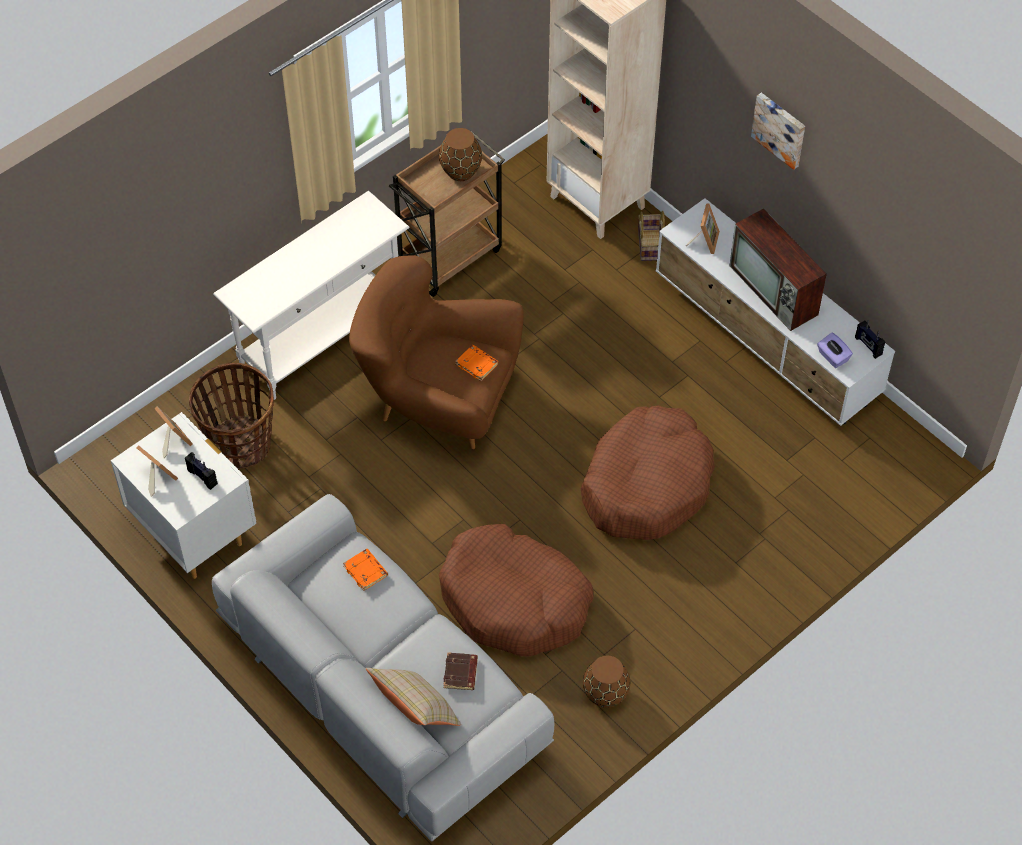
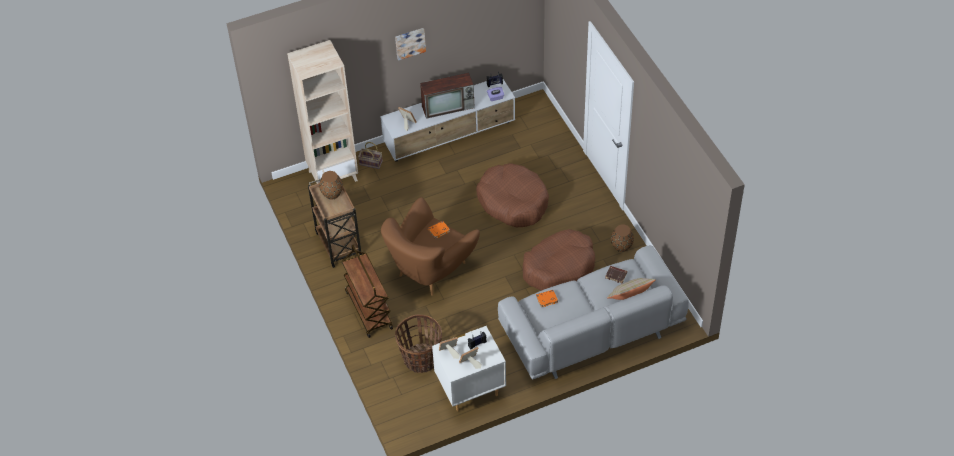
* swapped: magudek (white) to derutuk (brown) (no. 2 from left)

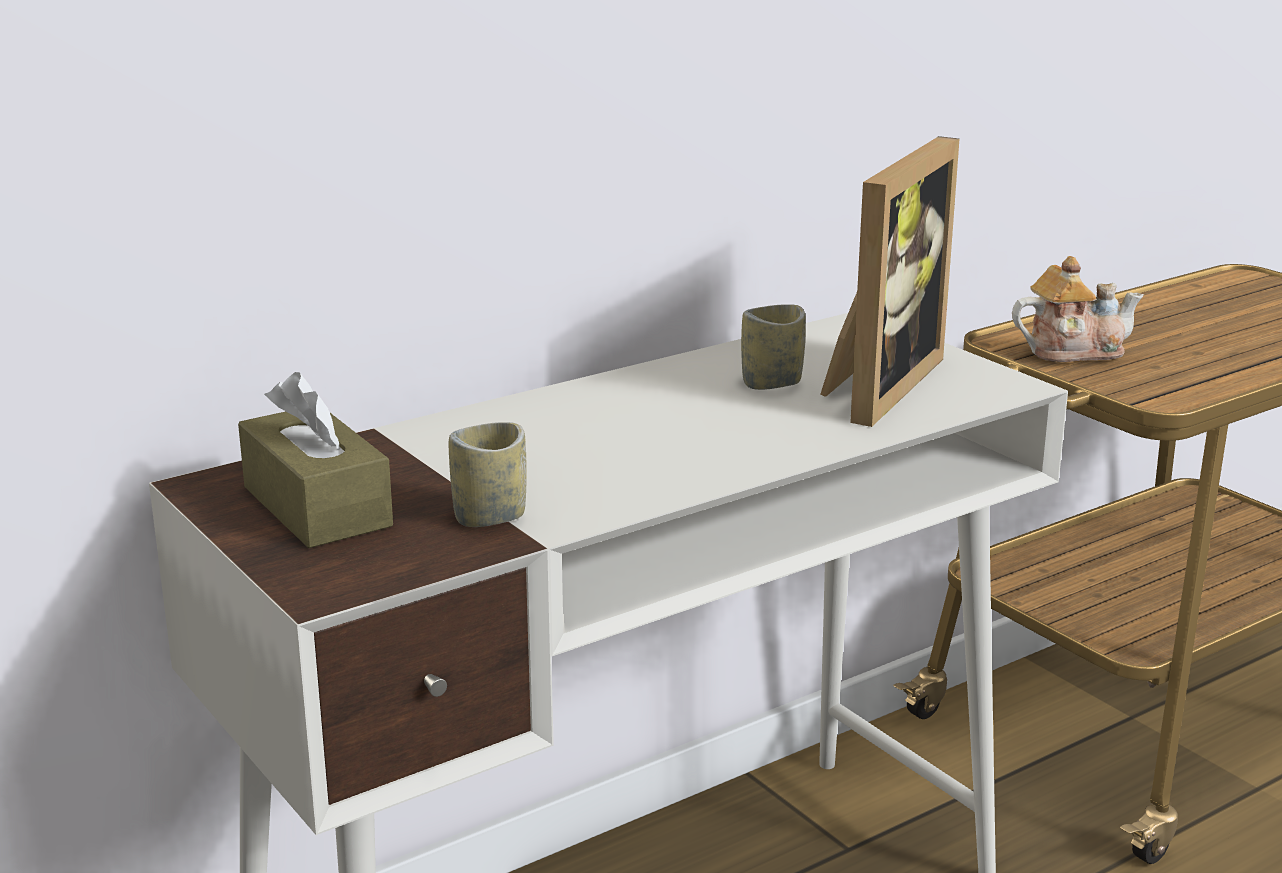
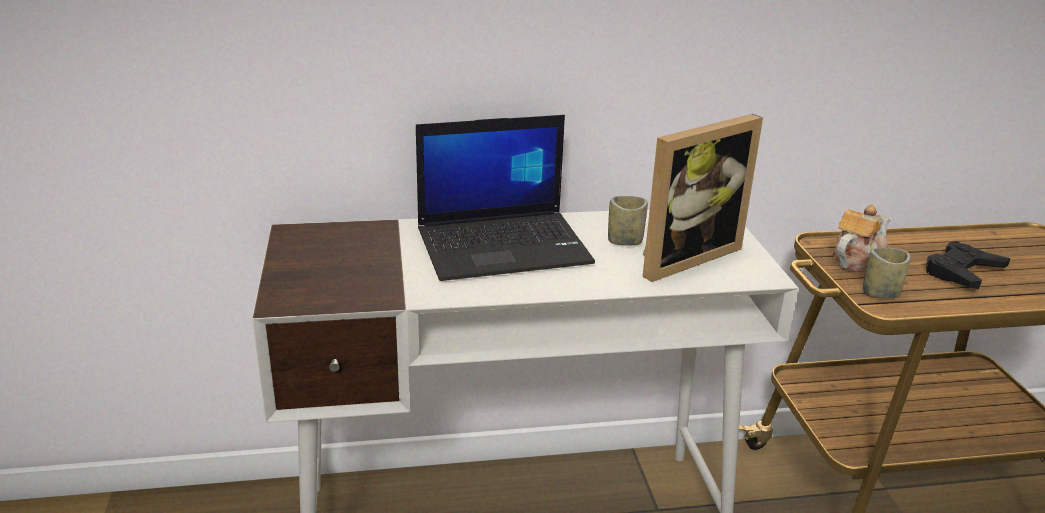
* new: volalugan
* rotated: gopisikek 60 degrees counterclockwise
* shifted: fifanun (no. 1 from left in the first image) to fifanun (no. 2 from left)
* new: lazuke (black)
* gone: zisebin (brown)

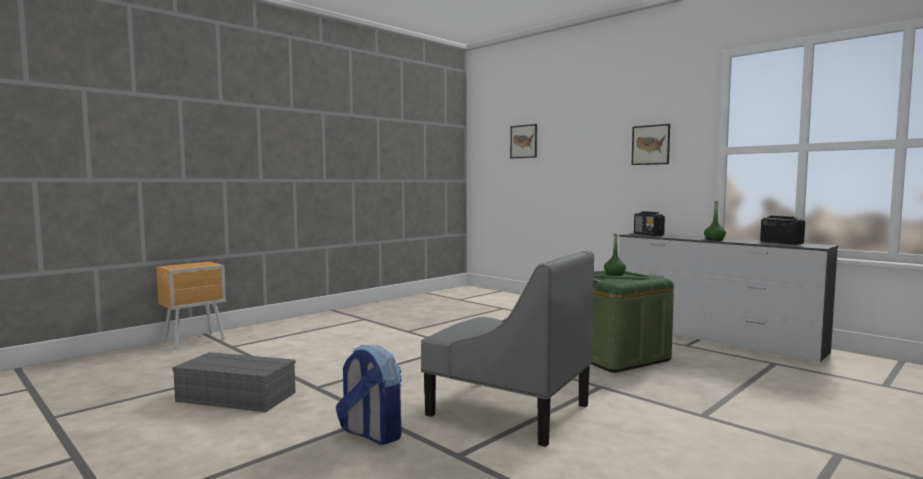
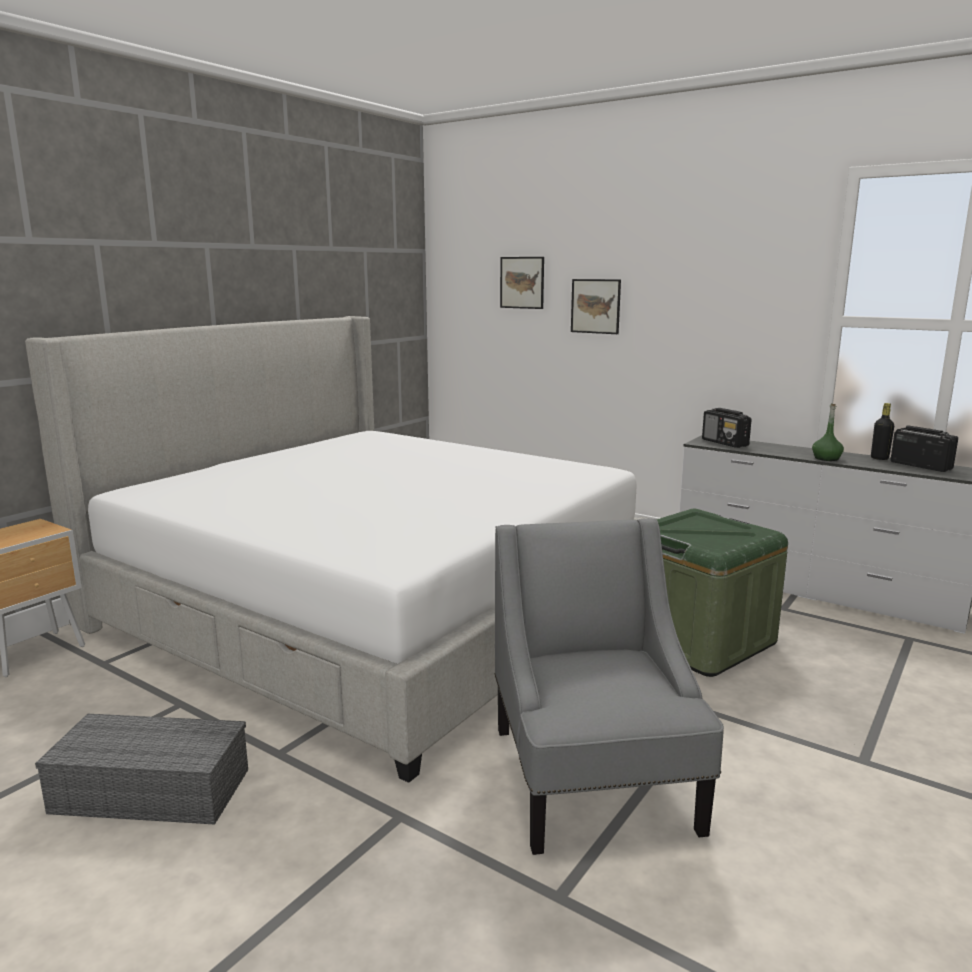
* new: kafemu
* rotated: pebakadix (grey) 120 degrees counterclockwise
* shifted: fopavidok (no. 2 from left)
* new: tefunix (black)
* gone: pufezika
* gone: tefunix (green) (no. 1 from left)

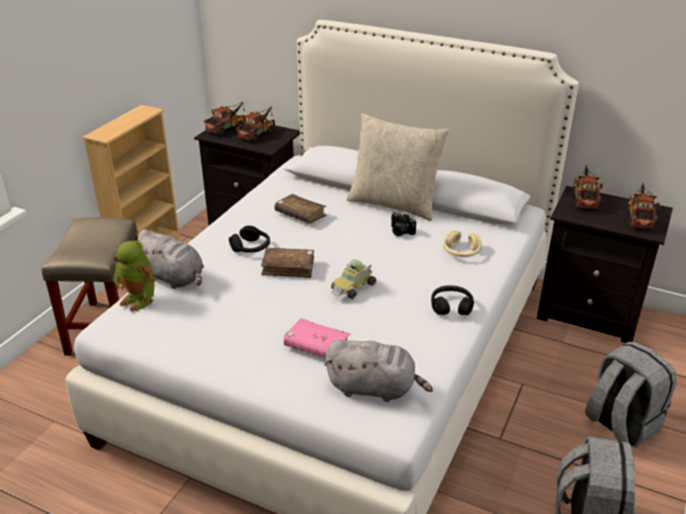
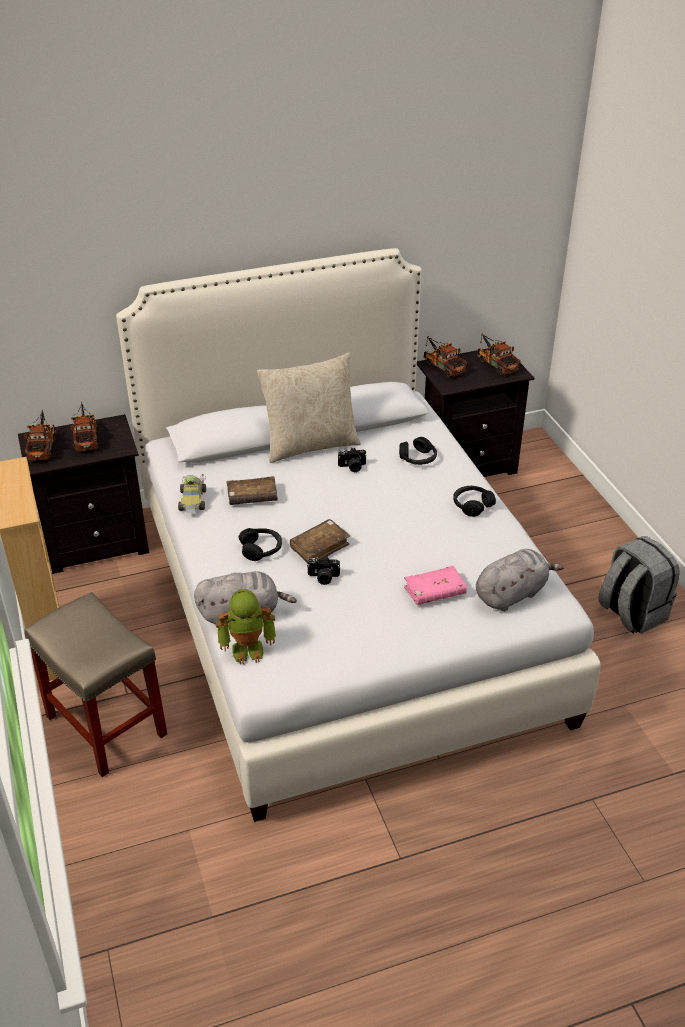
* shifted: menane
* new: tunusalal (no. 1 from left)
* repainted: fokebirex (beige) to fokebirex (black) (no. 2 from left)
* gone: pufezika (grey) (no. 2 from left)

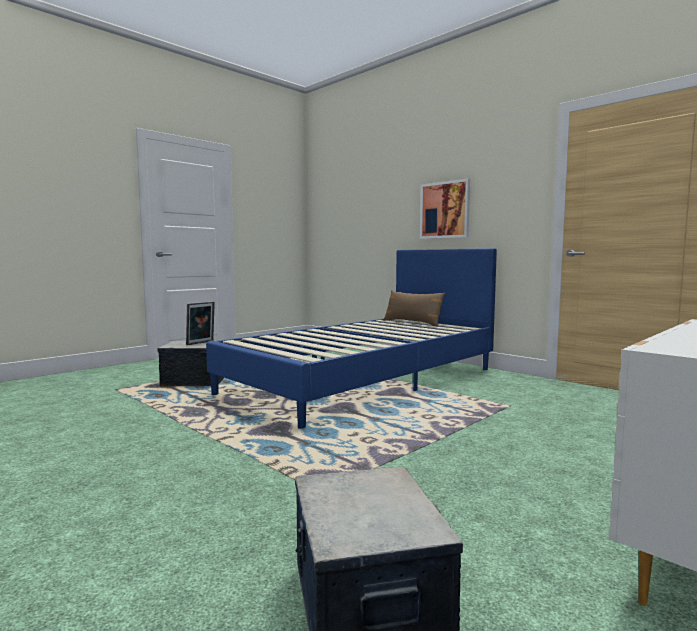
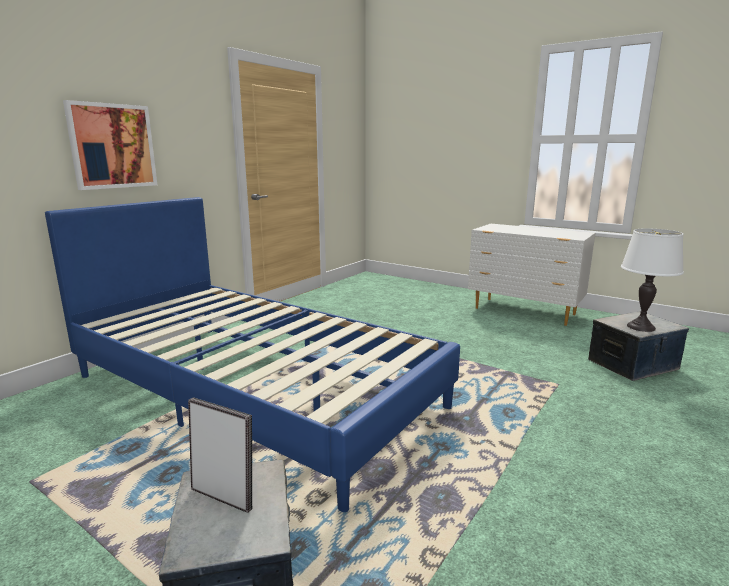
* new: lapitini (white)
* gone: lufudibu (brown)

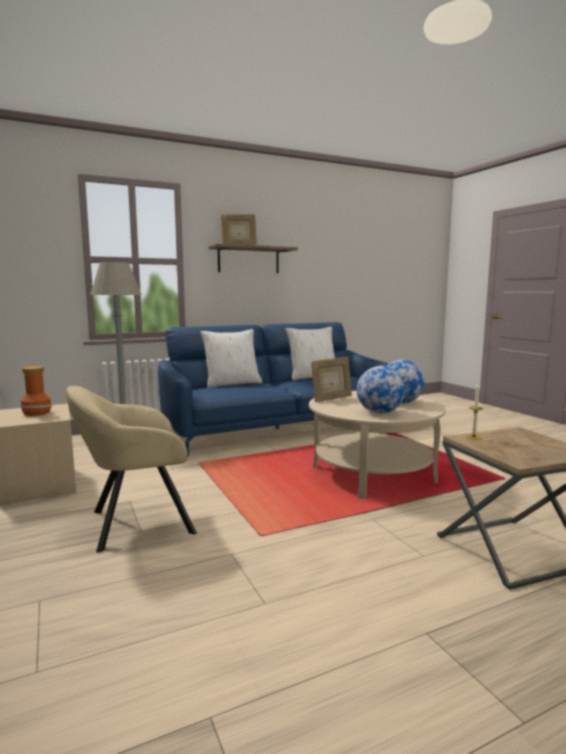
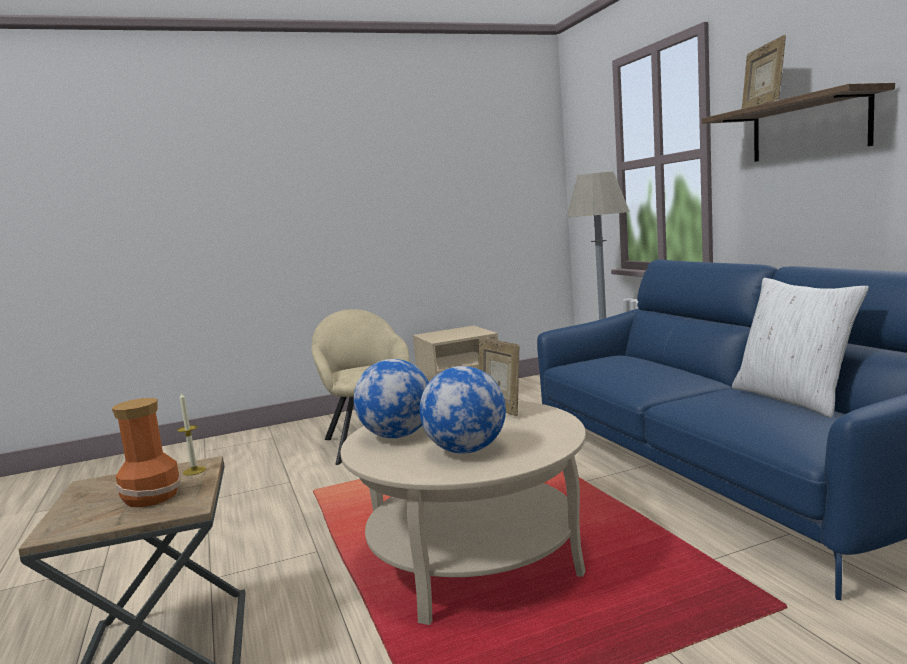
* shifted: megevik
* gone: lufudibu (white) (no. 1 from left)

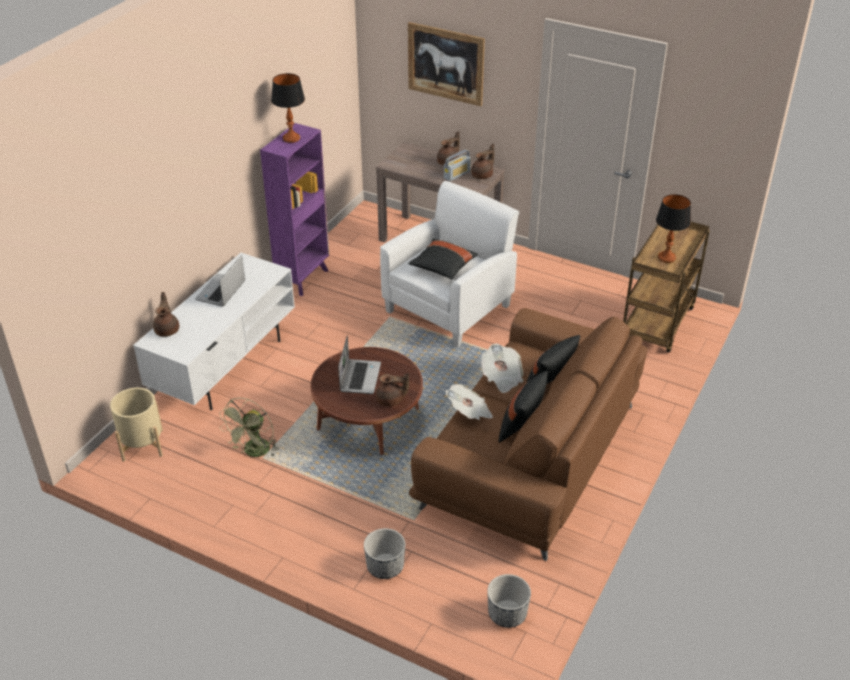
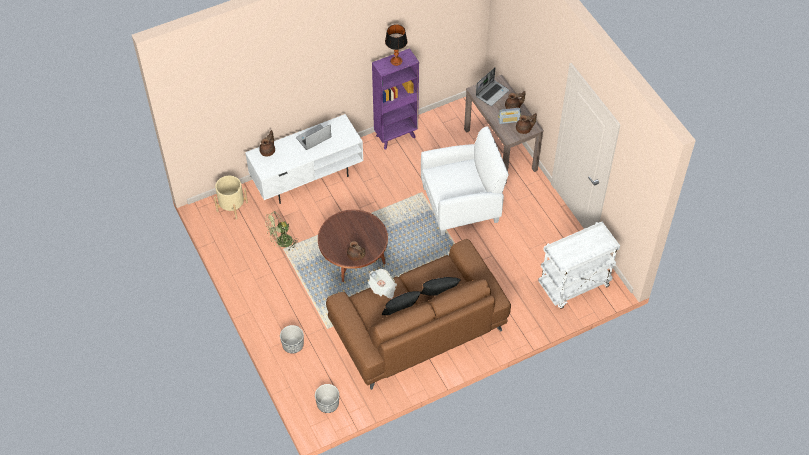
* shifted: volalugan (no. 2 from left)
* repainted: derutuk (brown) to derutuk (white)
* gone: fopavidok
* gone: lufudibu (black) (no. 1 from left)
* gone: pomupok (no. 2 from left)
* gone: lapitini (no. 2 from left)

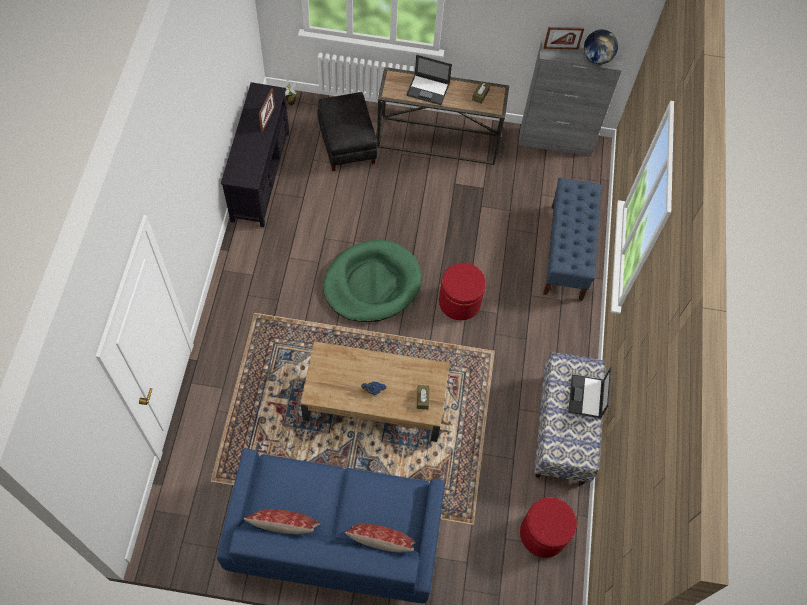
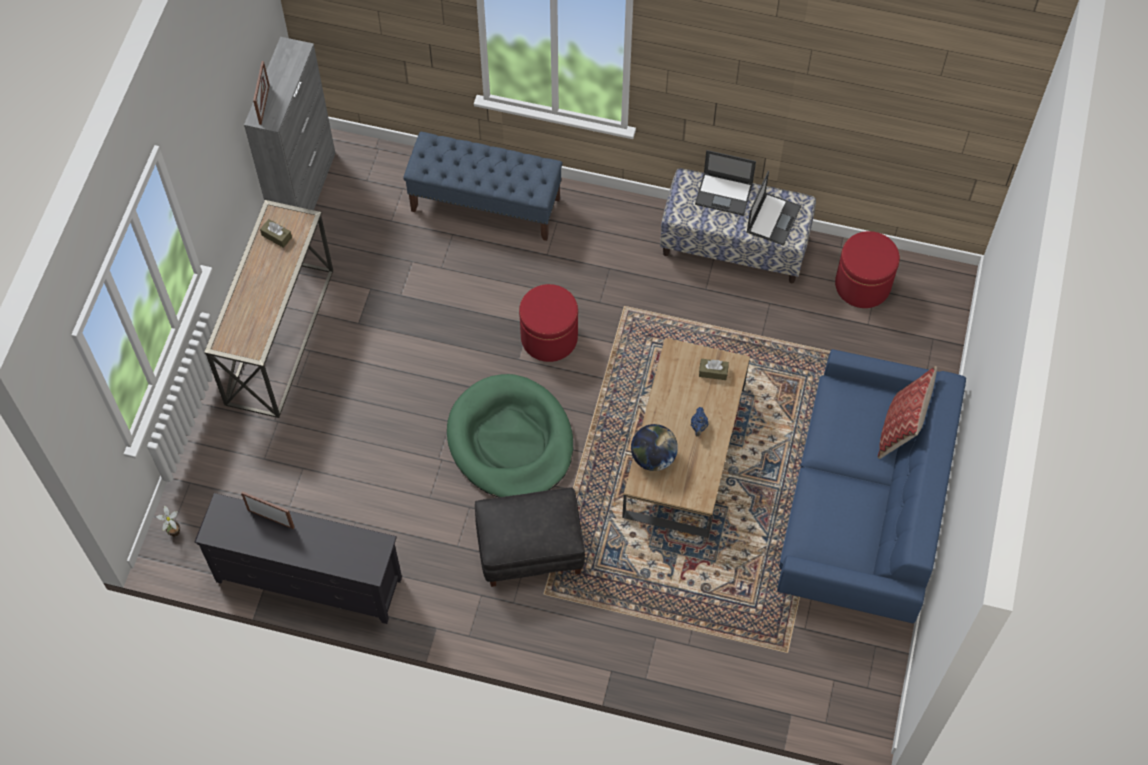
* shifted: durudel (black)
* shifted: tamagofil
* shifted: volalugan (no. 1 from left in the first image) to volalugan (no. 2 from left)
* gone: lufudibu (no. 1 from left)

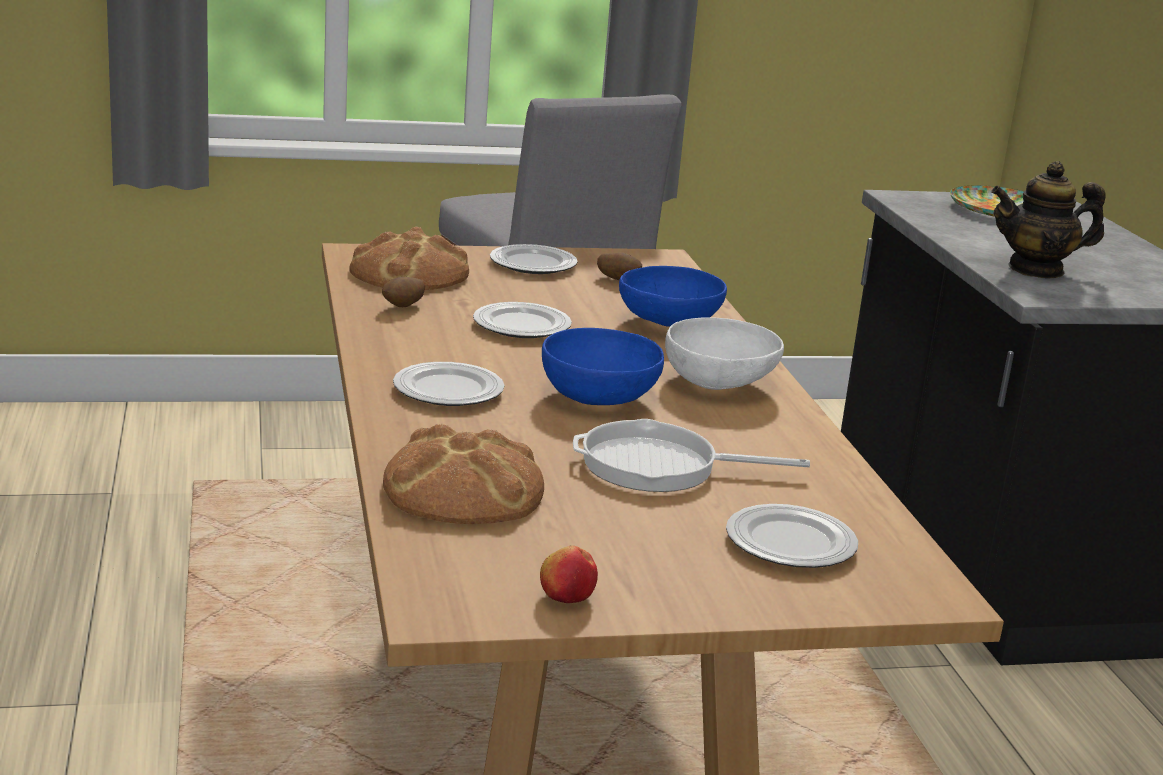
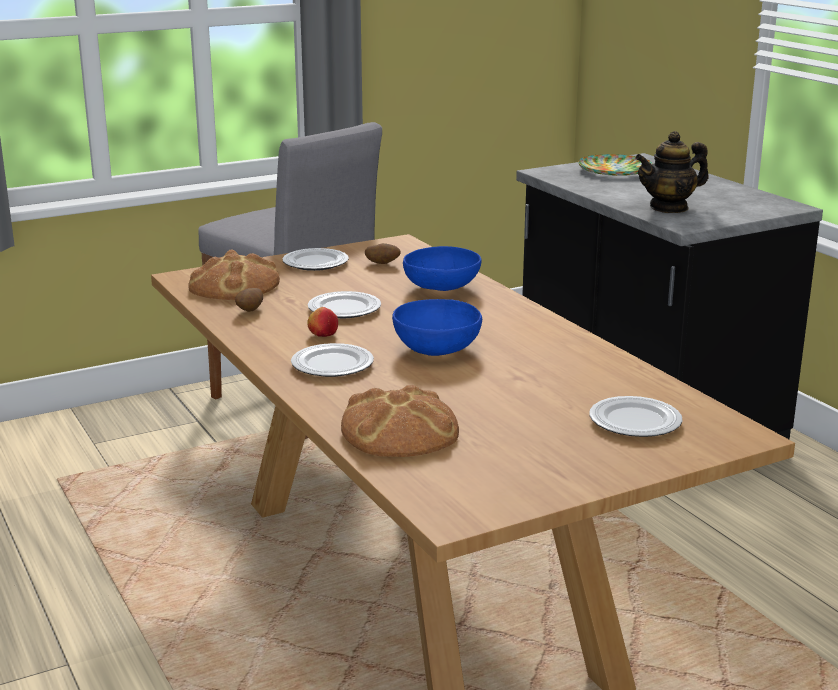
* shifted: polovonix
* gone: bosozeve
* gone: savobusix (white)

